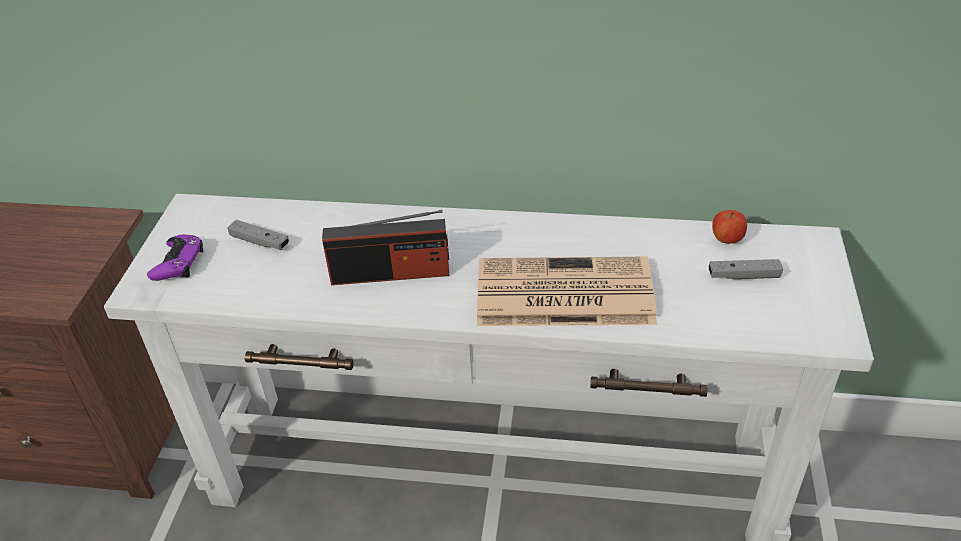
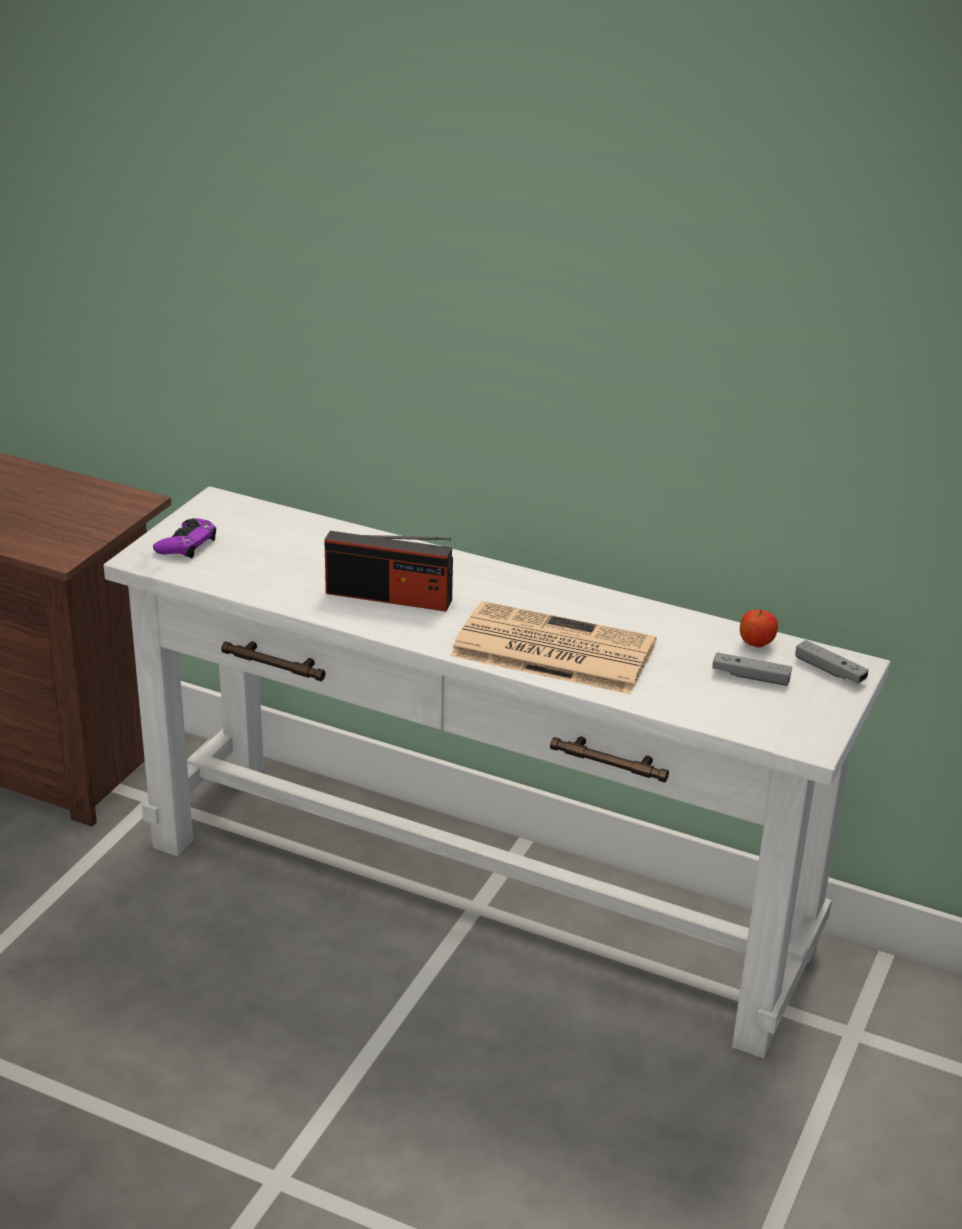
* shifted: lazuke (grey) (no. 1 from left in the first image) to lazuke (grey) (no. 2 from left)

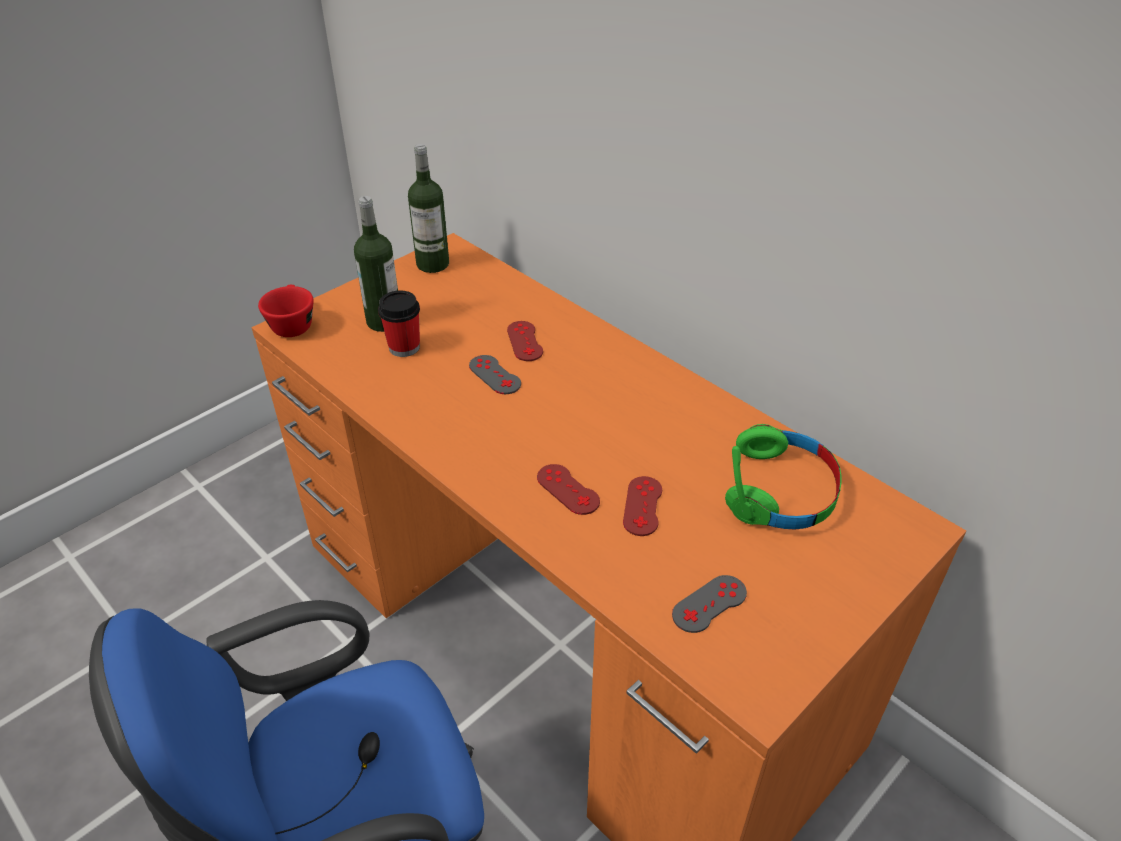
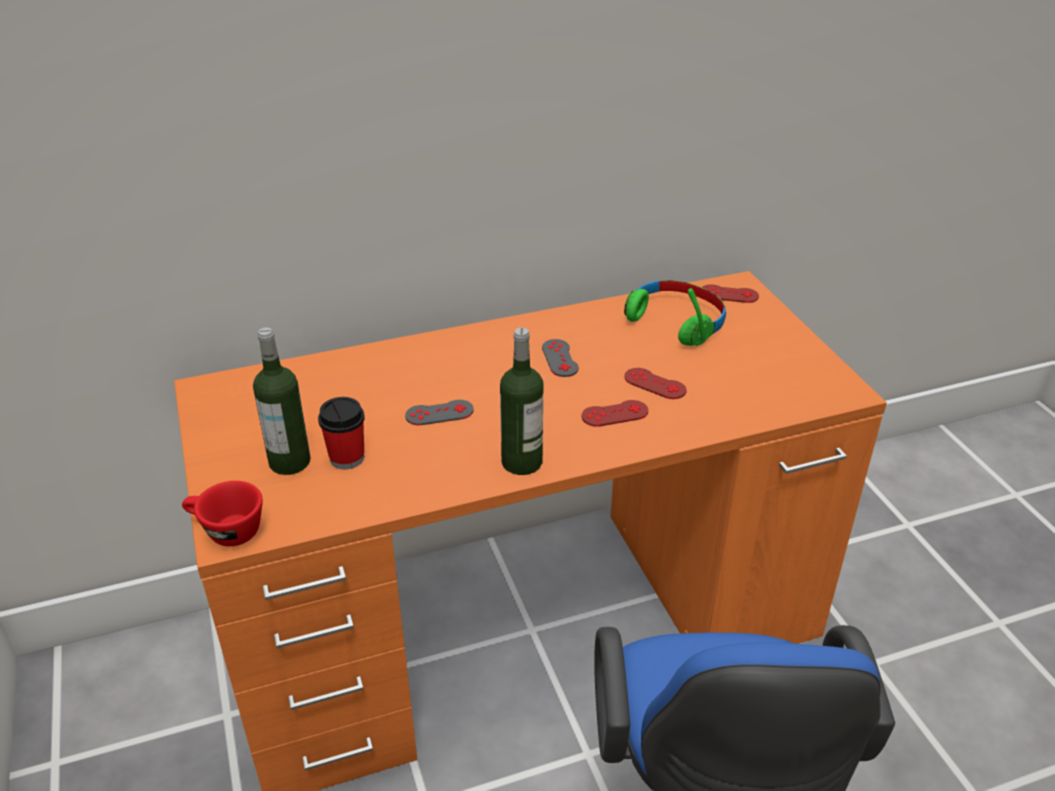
* shifted: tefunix (no. 2 from left)
* shifted: lazuke (grey) (no. 2 from left)
* shifted: lazuke (red) (no. 1 from left in the first image) to lazuke (red) (no. 3 from left)

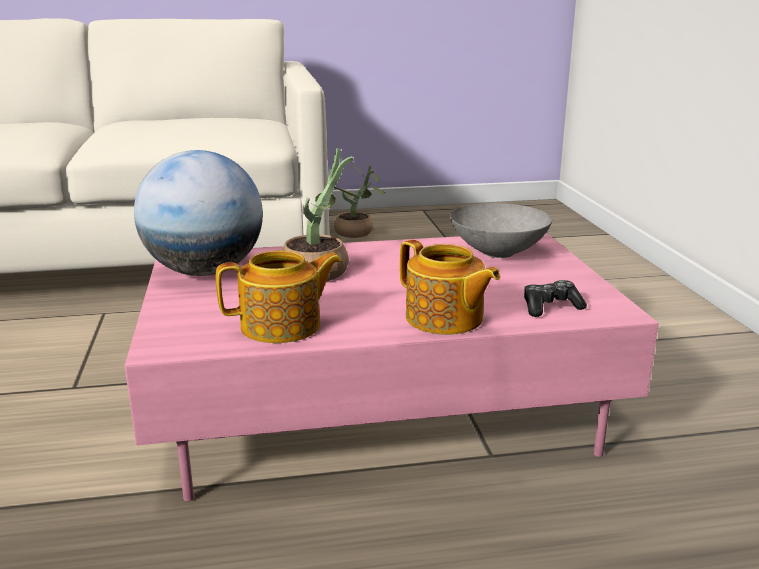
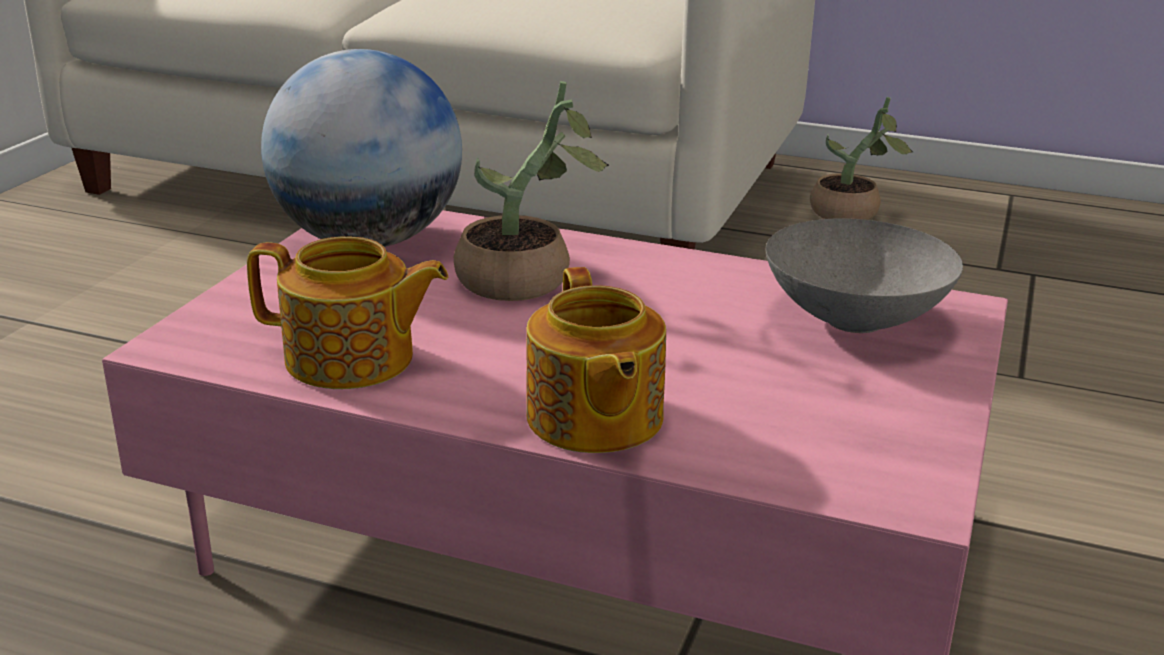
* gone: lazuke

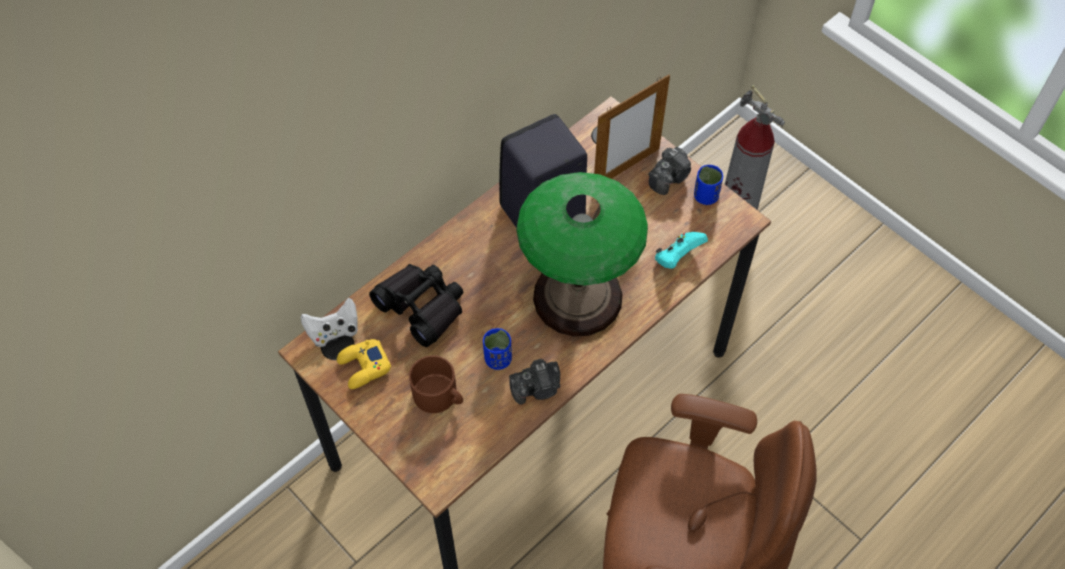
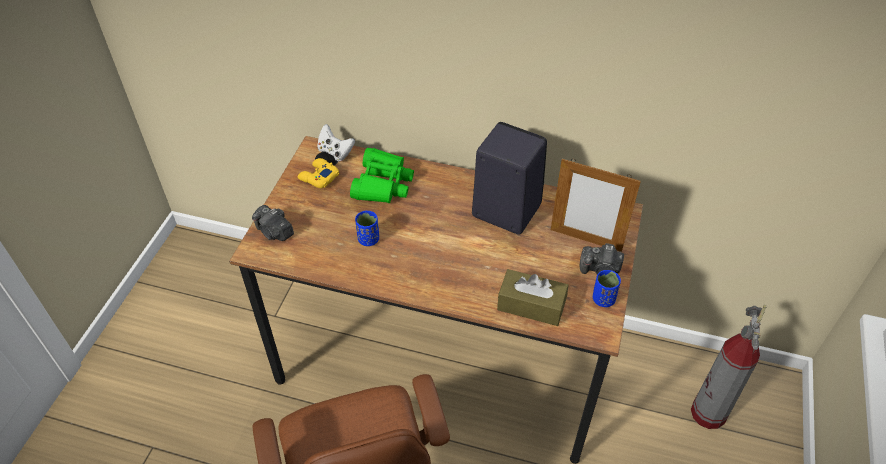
* shifted: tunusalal (no. 1 from left)
* repainted: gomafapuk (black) to gomafapuk (green)
* swapped: lazuke (turquoise) to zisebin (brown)
* gone: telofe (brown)
* gone: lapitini

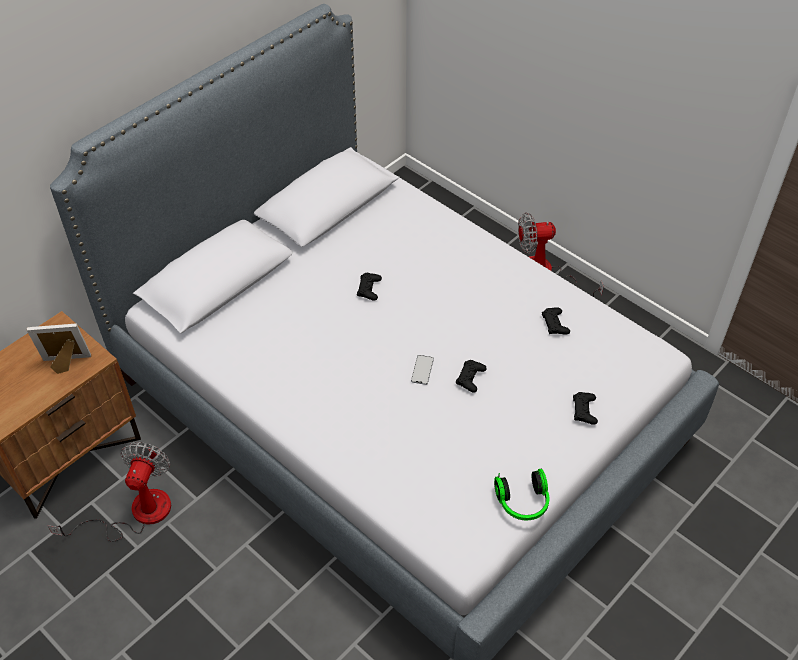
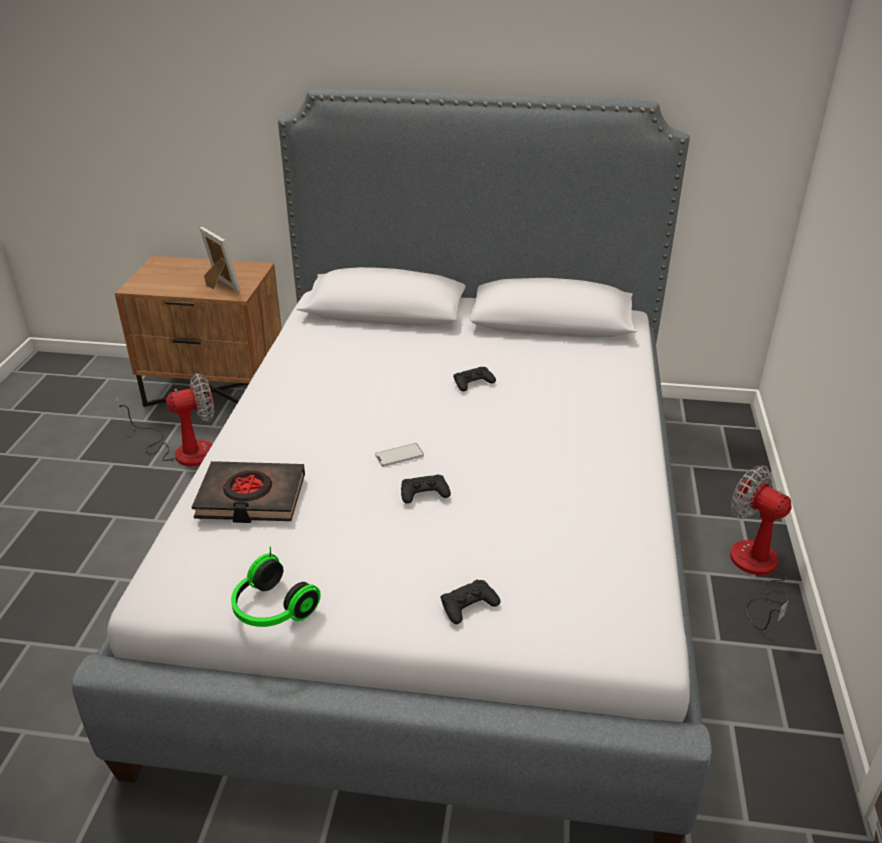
* new: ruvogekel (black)
* gone: lazuke (black) (no. 3 from left)

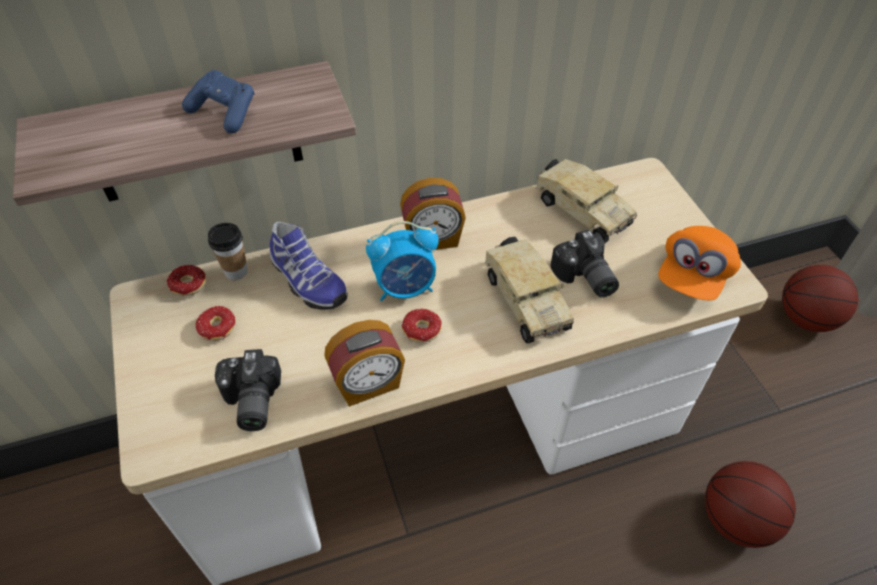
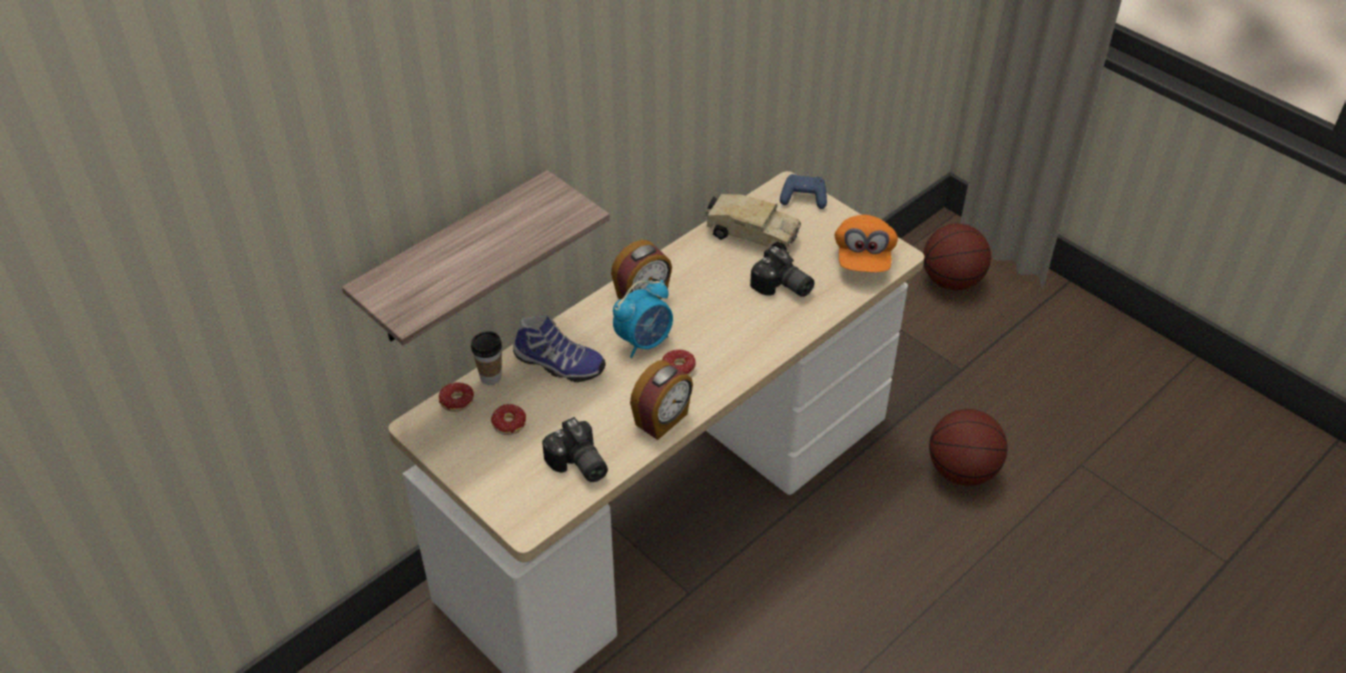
* shifted: lazuke (blue)
* gone: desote (no. 1 from left)

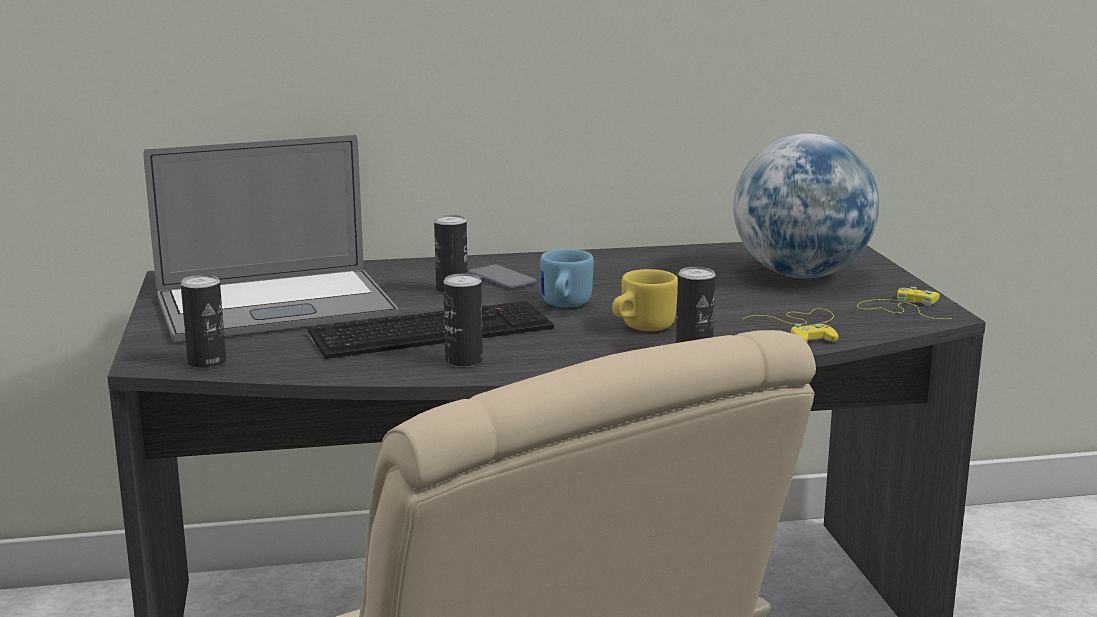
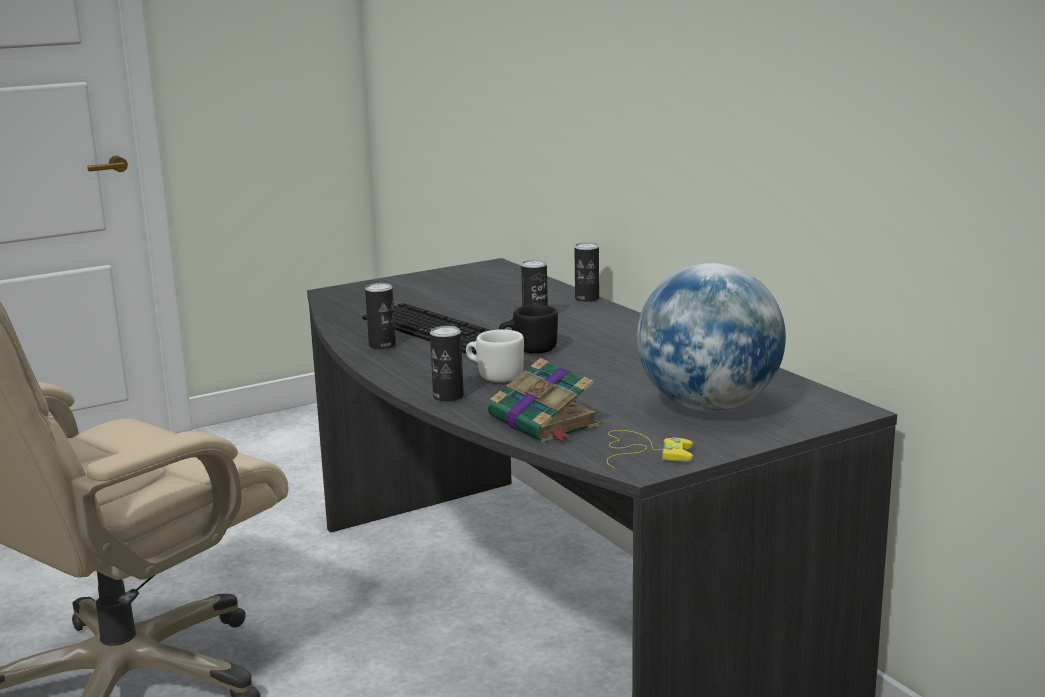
* repainted: telofe (yellow) to telofe (white)
* swapped: lazuke (yellow) (no. 1 from left) to ruvogekel
* repainted: telofe (blue) to telofe (black)
* shifted: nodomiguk (no. 1 from left in the first image) to nodomiguk (no. 4 from left)
* gone: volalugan
* gone: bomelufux

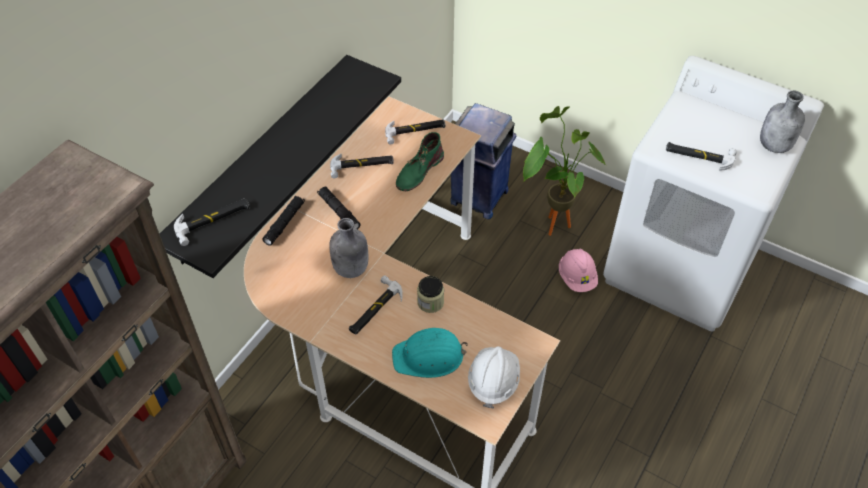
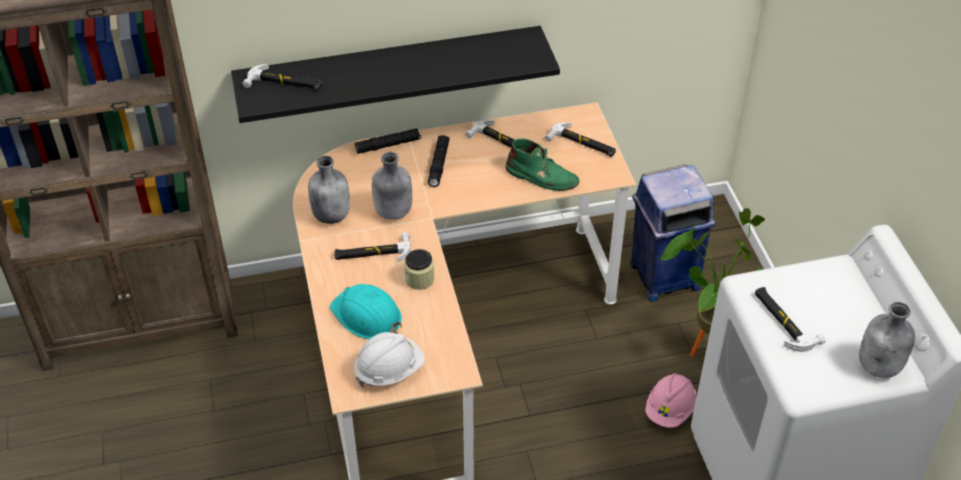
* new: tefunix (grey) (no. 1 from left)
* rotated: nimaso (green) 150 degrees counterclockwise

